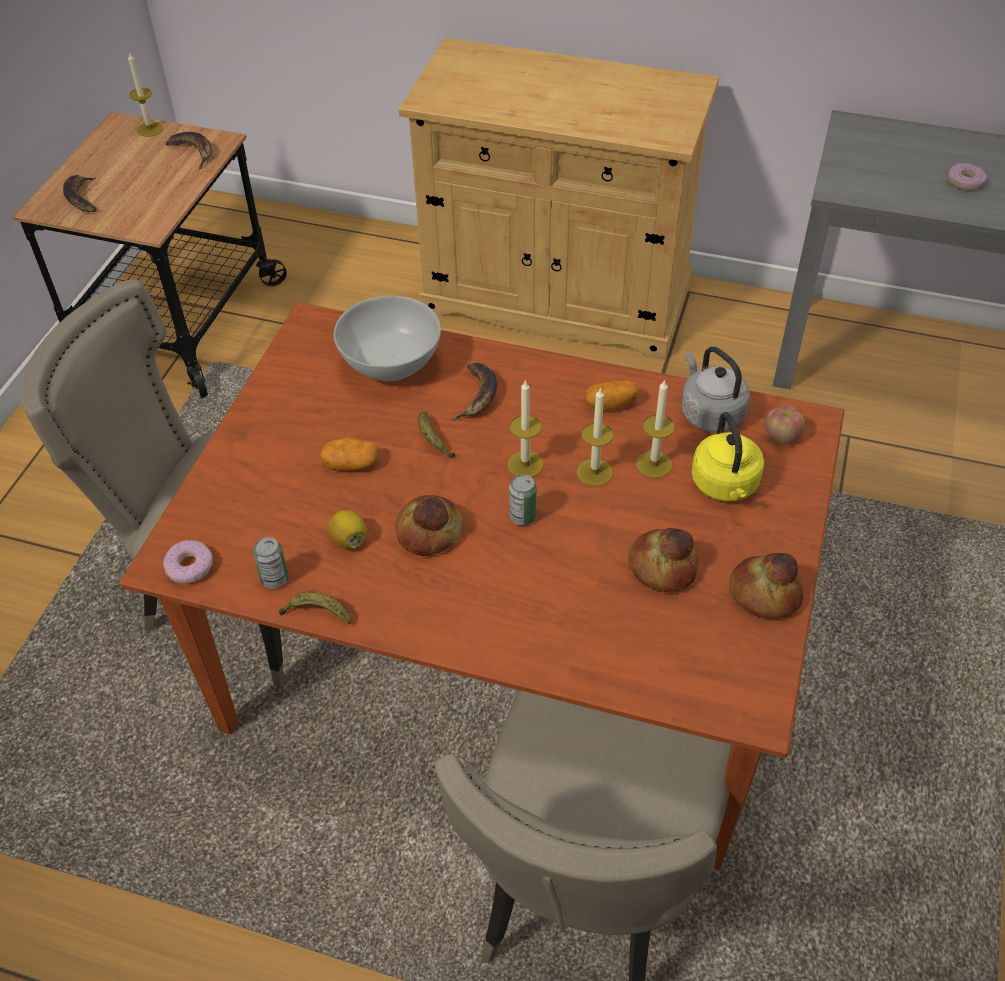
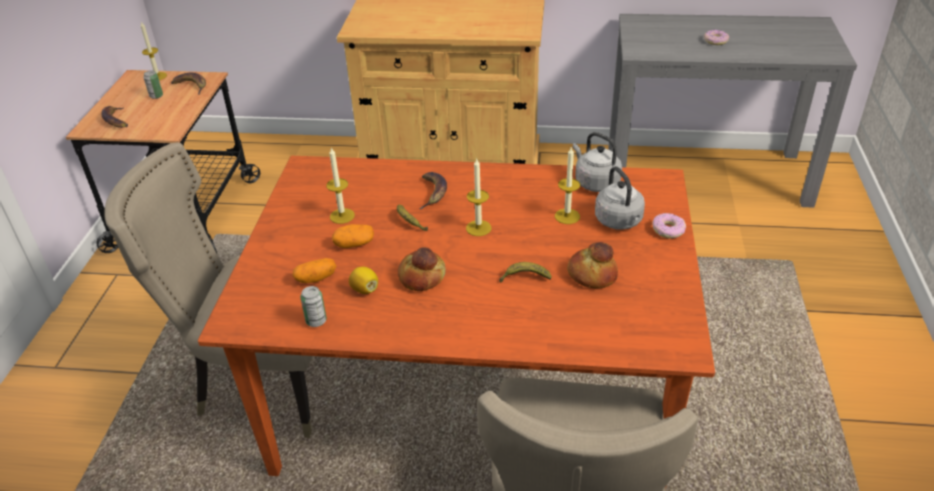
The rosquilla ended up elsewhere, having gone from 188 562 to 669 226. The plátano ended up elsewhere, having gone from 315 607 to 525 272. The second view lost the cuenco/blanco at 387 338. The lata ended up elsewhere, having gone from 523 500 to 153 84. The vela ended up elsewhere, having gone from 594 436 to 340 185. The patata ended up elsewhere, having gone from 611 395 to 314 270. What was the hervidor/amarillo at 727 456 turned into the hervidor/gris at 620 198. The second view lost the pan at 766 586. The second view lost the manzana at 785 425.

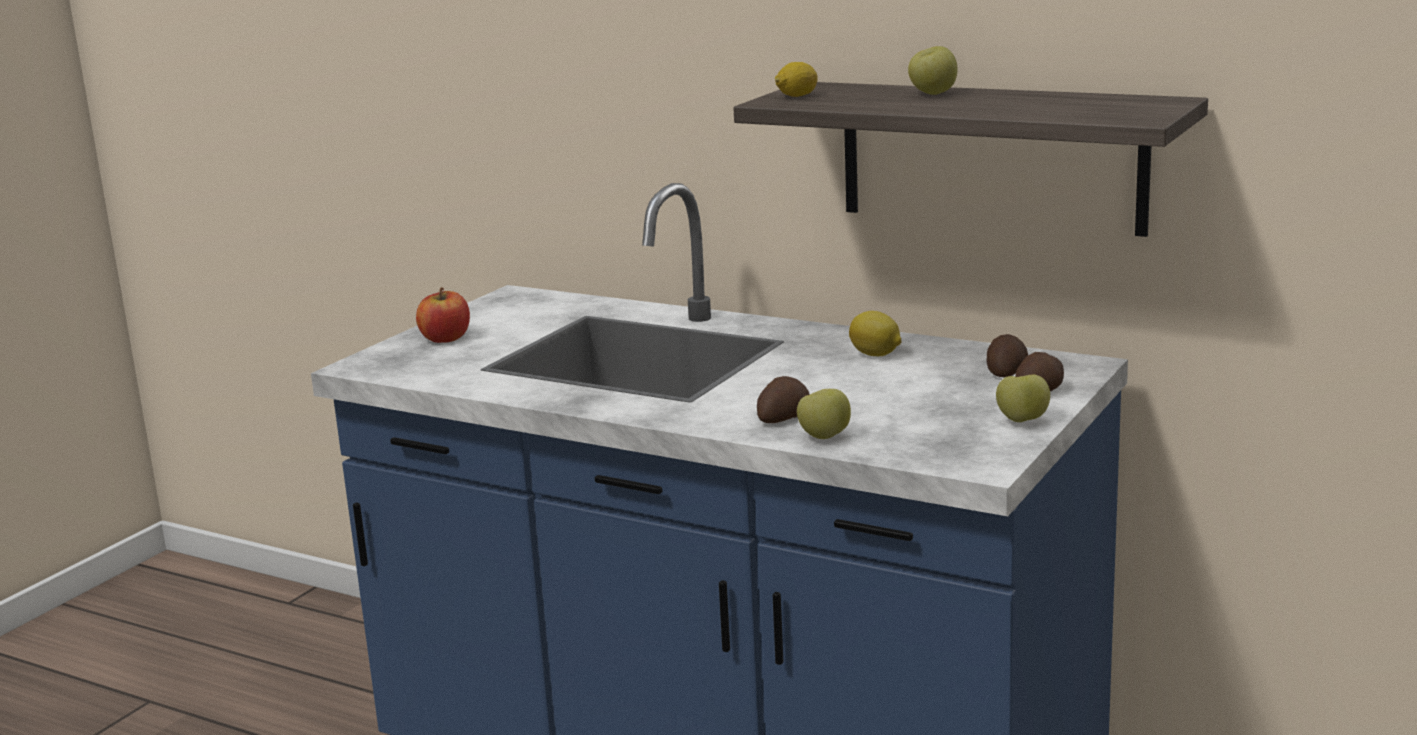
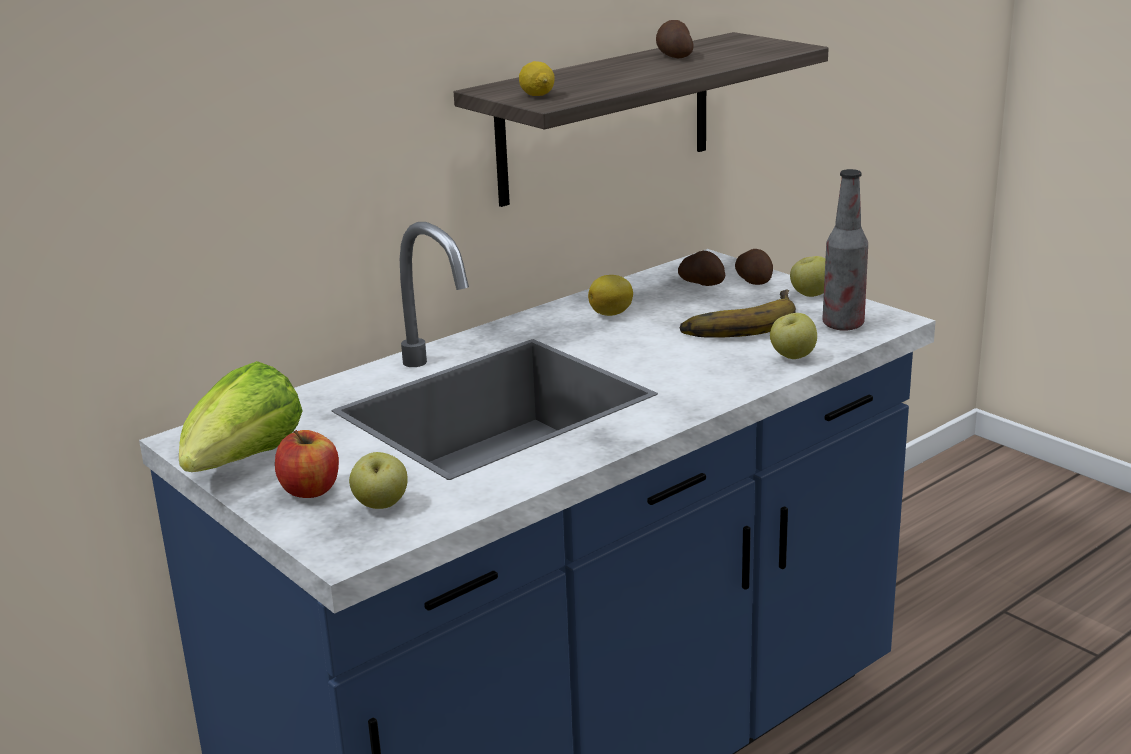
The patata ended up elsewhere, having gone from 783 399 to 675 39. The manzana ended up elsewhere, having gone from 932 70 to 378 480. The second view gained the lechuga at 241 416. The second view gained the plátano at 738 313. The second view gained the botella at 845 250.

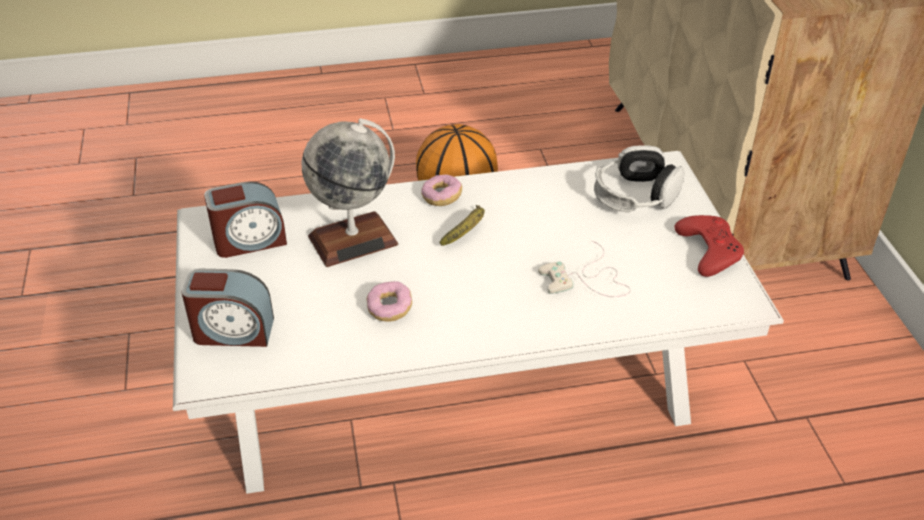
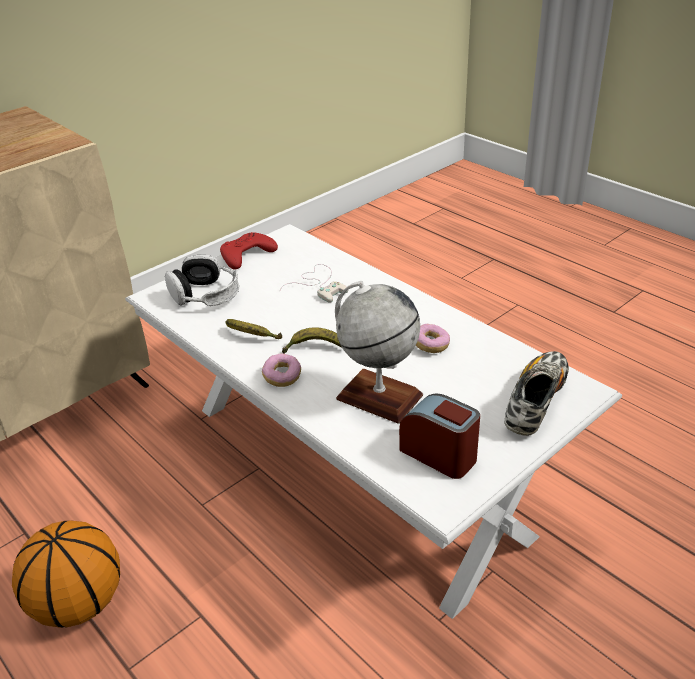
Where the despertador stood at 227 308, the zapato came to stand at 536 393. The second view gained the plátano at 253 329.

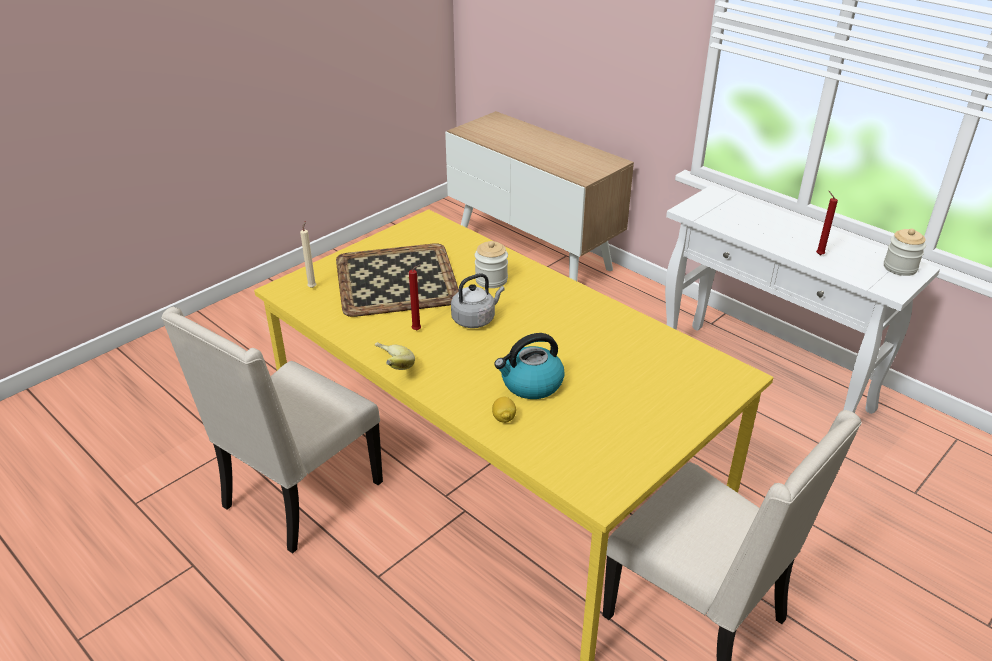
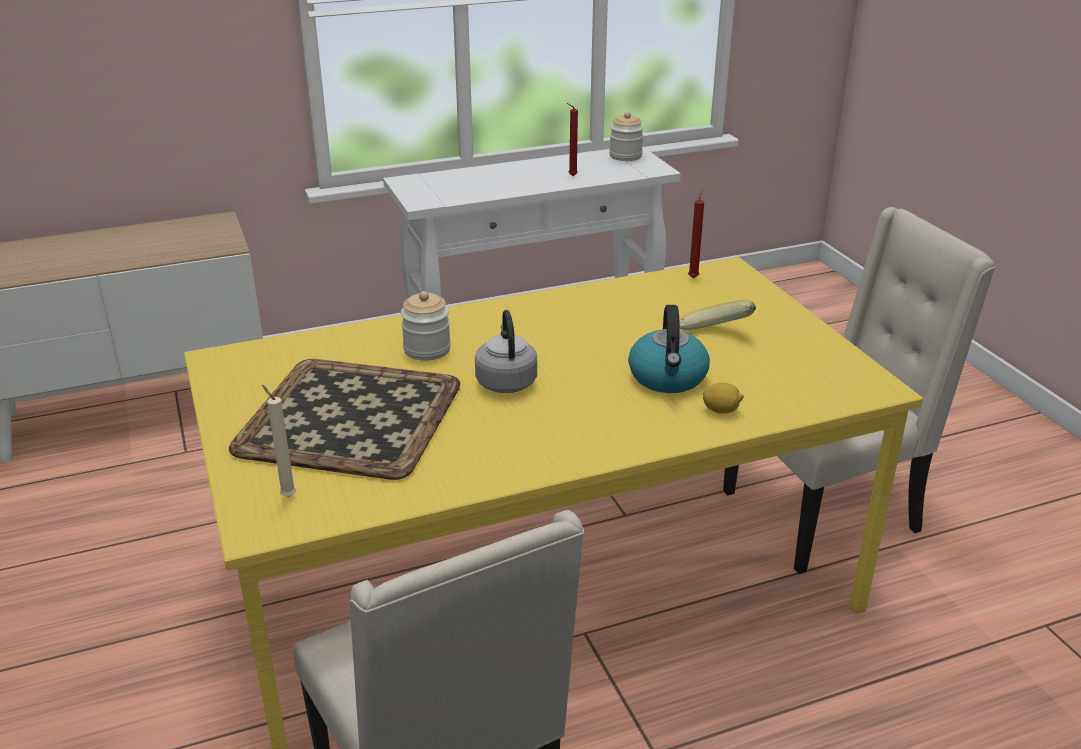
The plátano ended up elsewhere, having gone from 395 356 to 717 315. The vela/rojo ended up elsewhere, having gone from 415 298 to 696 234.

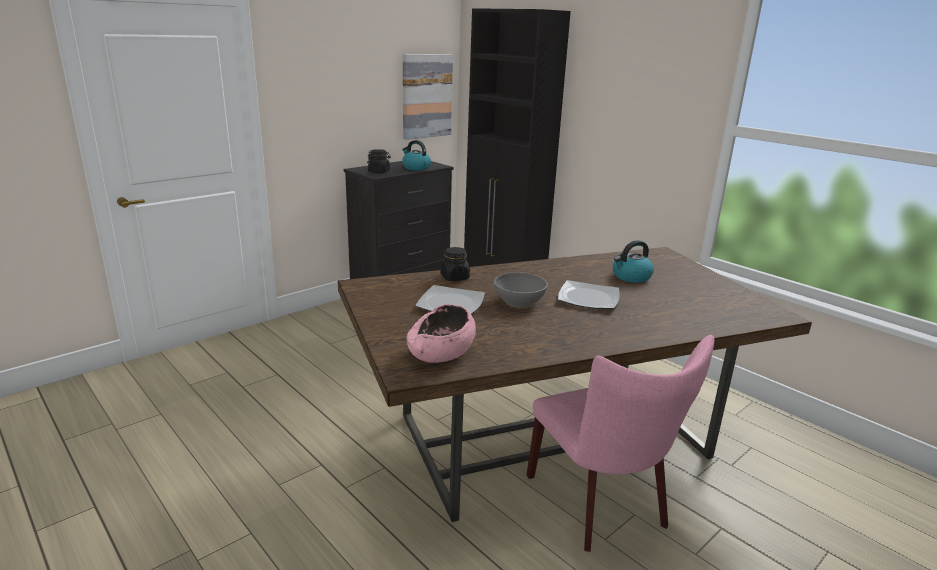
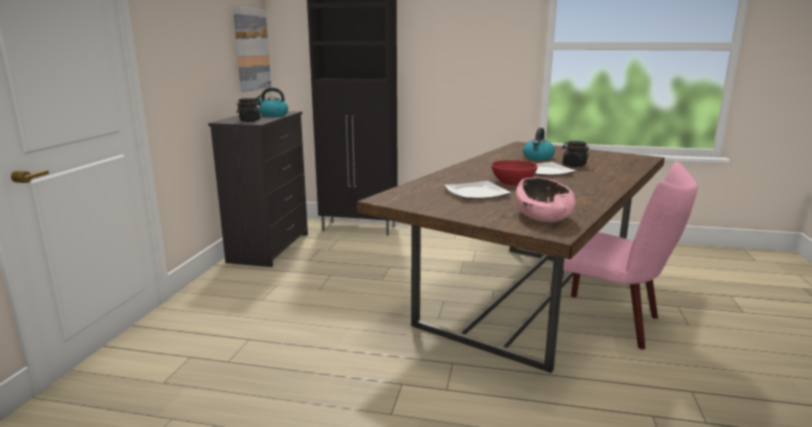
The tarro/negro ended up elsewhere, having gone from 455 264 to 575 154. What was the cuenco/gris at 521 290 turned into the cuenco/rojo at 514 173.

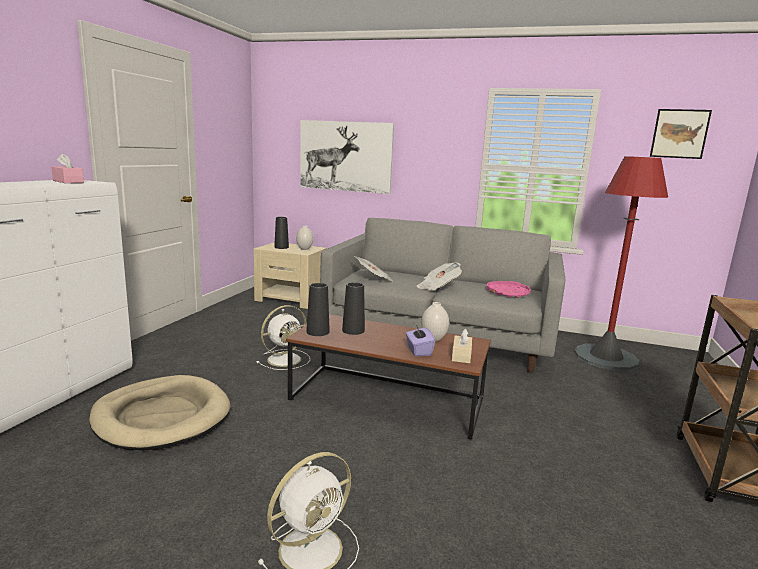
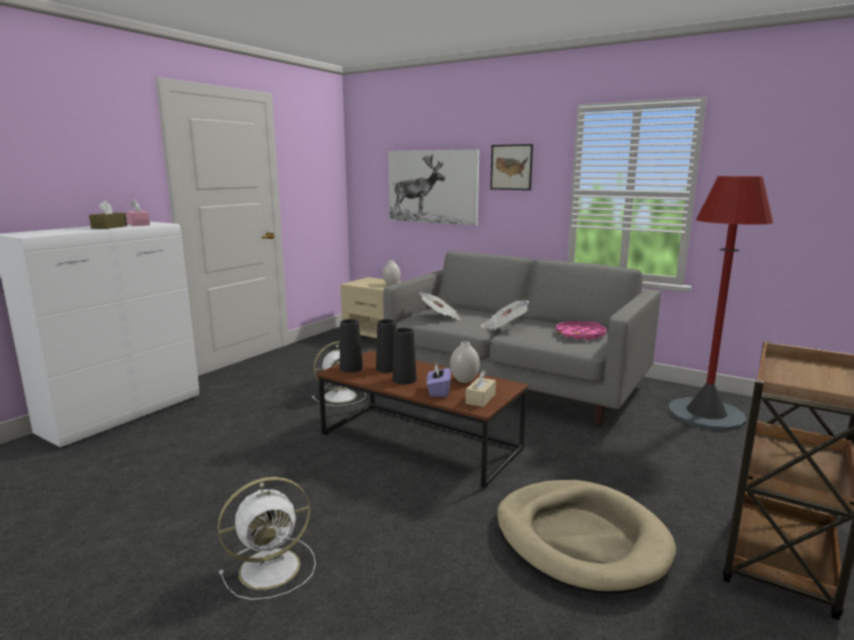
The cama para perro/beis ended up elsewhere, having gone from 159 412 to 586 537. The florero/negro ended up elsewhere, having gone from 281 233 to 404 356. The cuadro ended up elsewhere, having gone from 681 134 to 511 167. The second view gained the caja de pañuelos/marrón at 108 215.

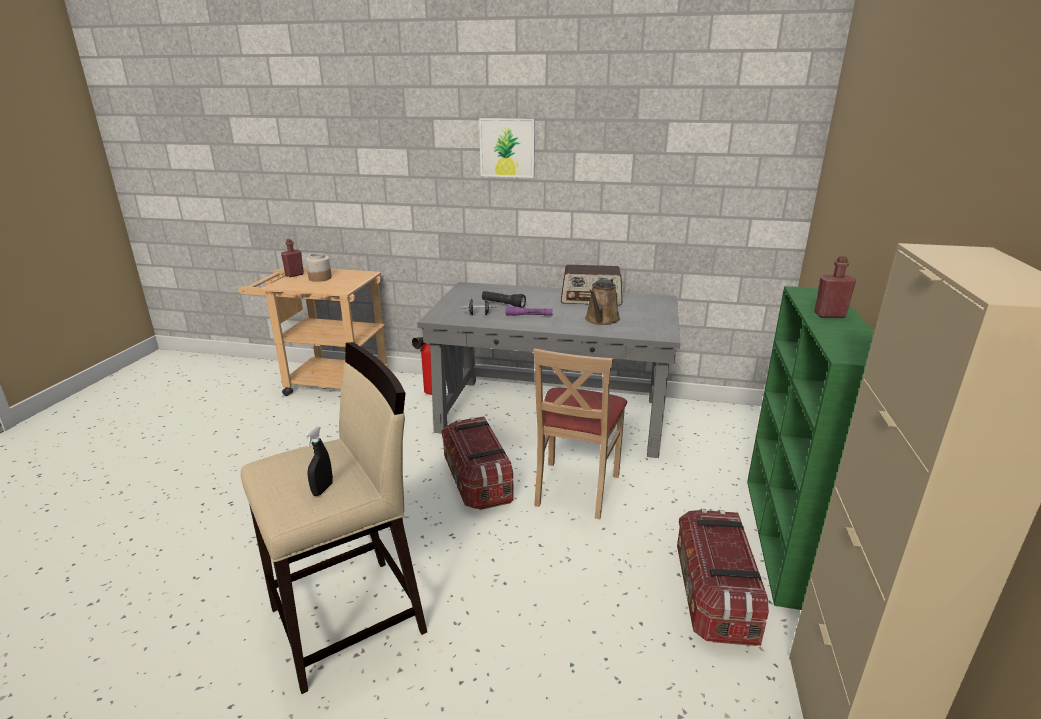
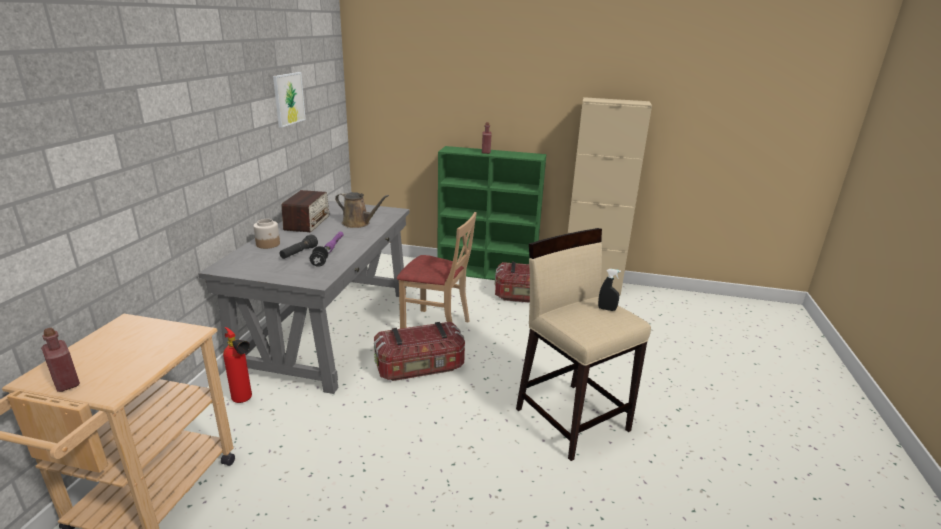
The tarro ended up elsewhere, having gone from 319 267 to 266 234. The cuadro ended up elsewhere, having gone from 507 148 to 289 100.

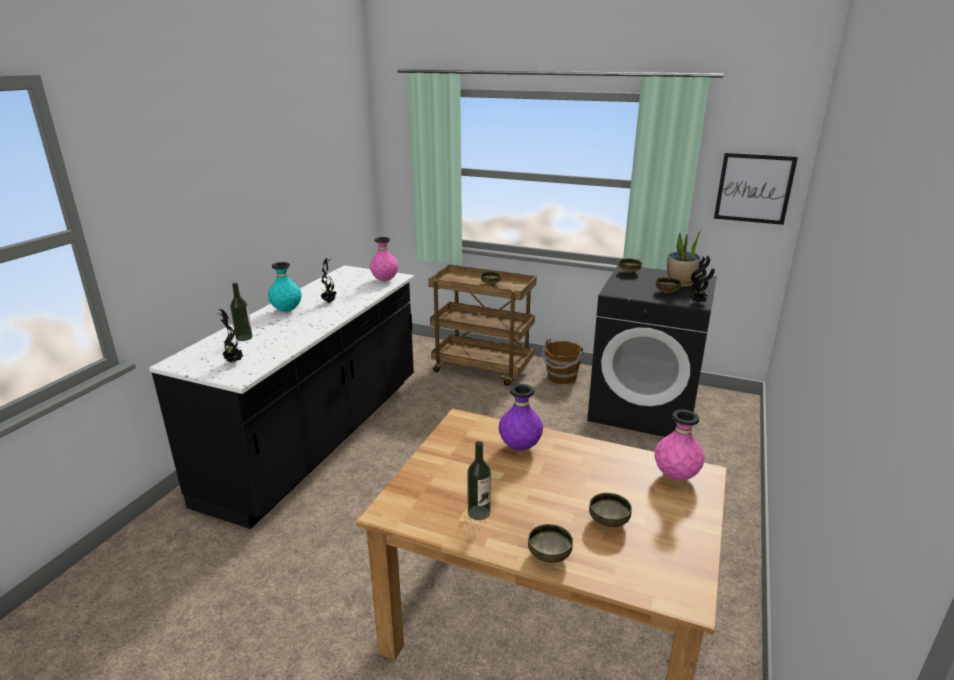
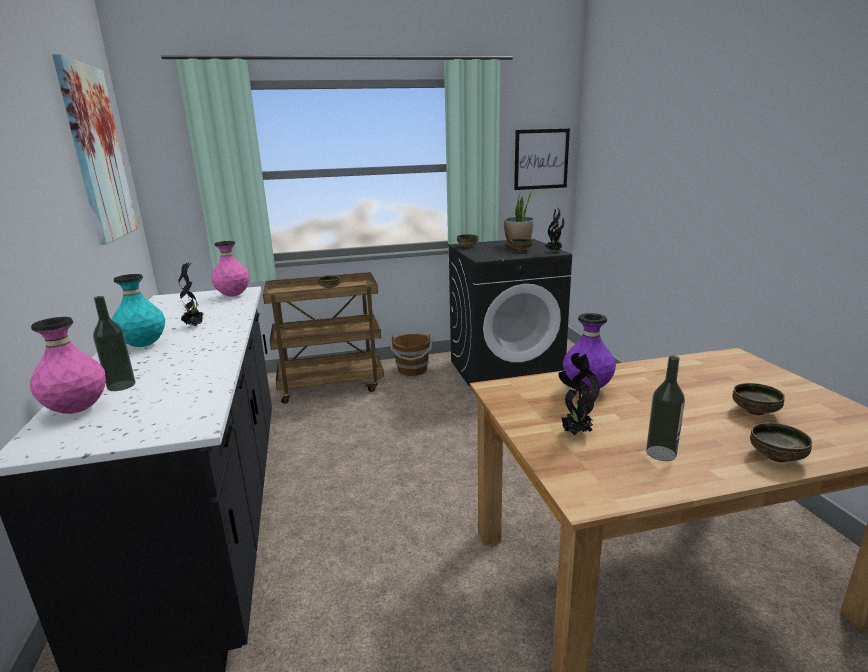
The planta en maceta ended up elsewhere, having gone from 230 336 to 579 394. The florero/rosa ended up elsewhere, having gone from 679 445 to 68 365. The second view gained the cuadro at 95 149.

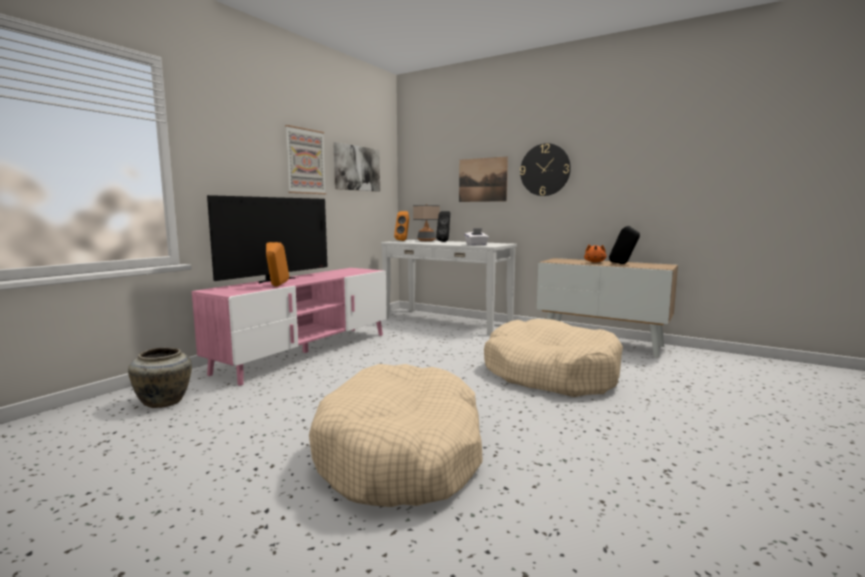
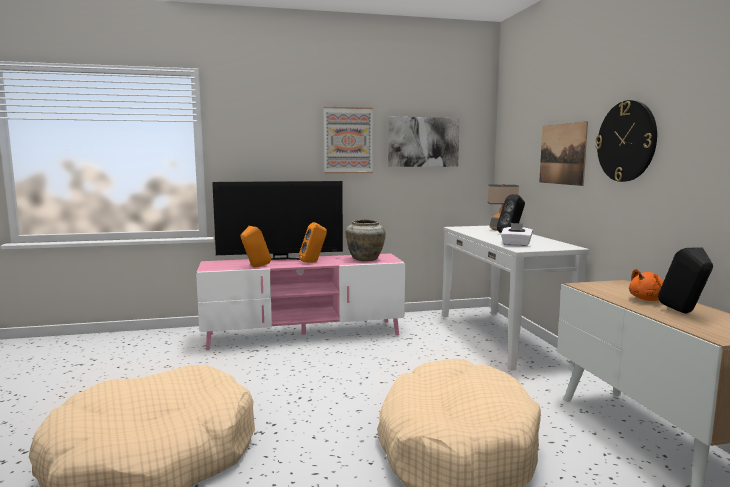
The florero/beis ended up elsewhere, having gone from 160 378 to 366 240. The altavoz/naranja ended up elsewhere, having gone from 401 226 to 313 242.

